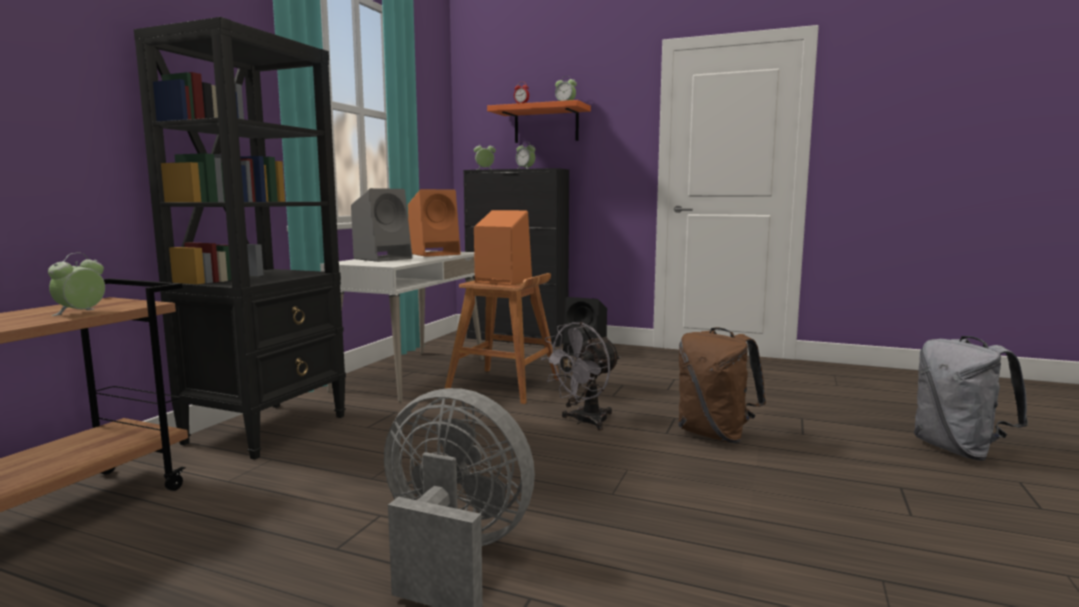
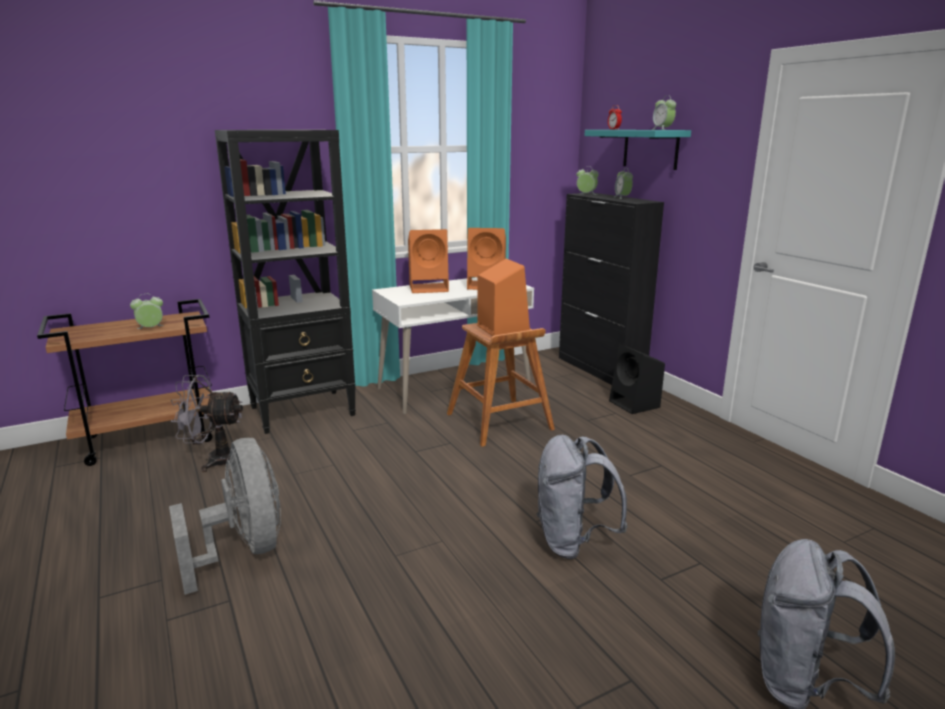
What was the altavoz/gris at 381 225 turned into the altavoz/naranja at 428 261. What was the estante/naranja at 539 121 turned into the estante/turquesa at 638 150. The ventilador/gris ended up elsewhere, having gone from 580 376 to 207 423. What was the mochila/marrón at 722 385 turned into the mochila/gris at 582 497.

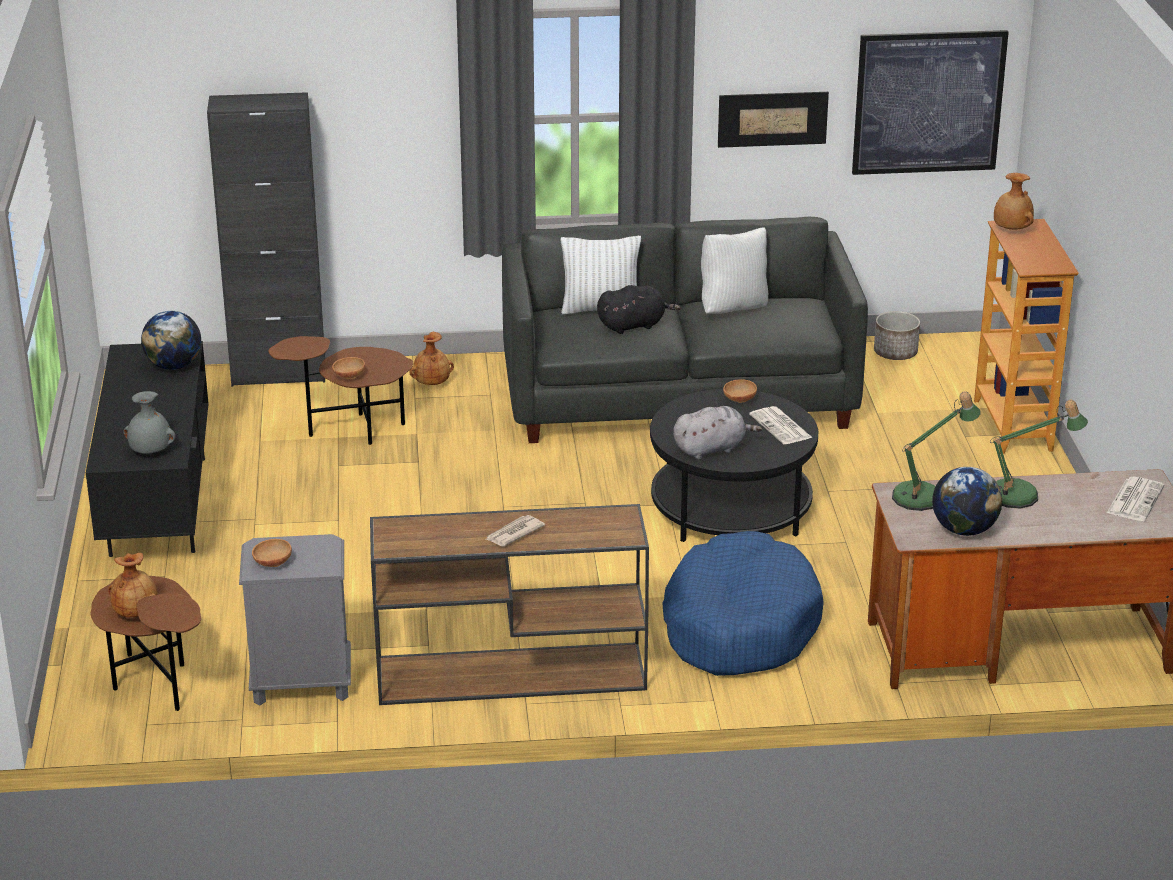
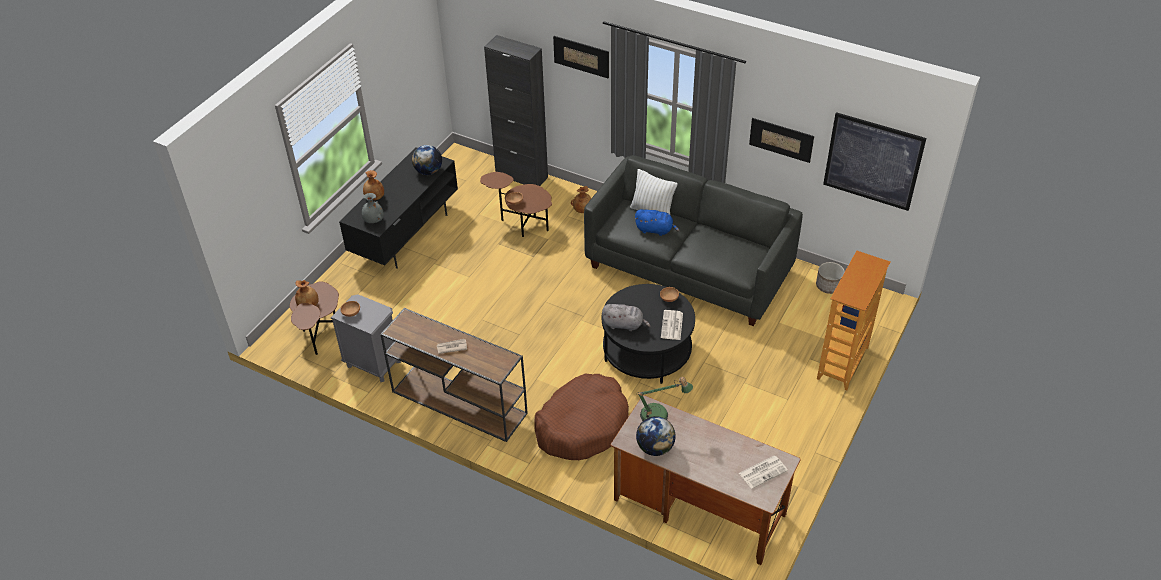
What was the peluche/negro at 639 309 turned into the peluche/azul at 657 222. What was the cama para perro/azul at 743 603 turned into the cama para perro/marrón at 582 417. The second view lost the cojín/blanco at 734 271. The second view lost the lámpara de mesa at 1039 454. The florero/marrón ended up elsewhere, having gone from 1014 201 to 373 185. The second view gained the cuadro at 581 57.

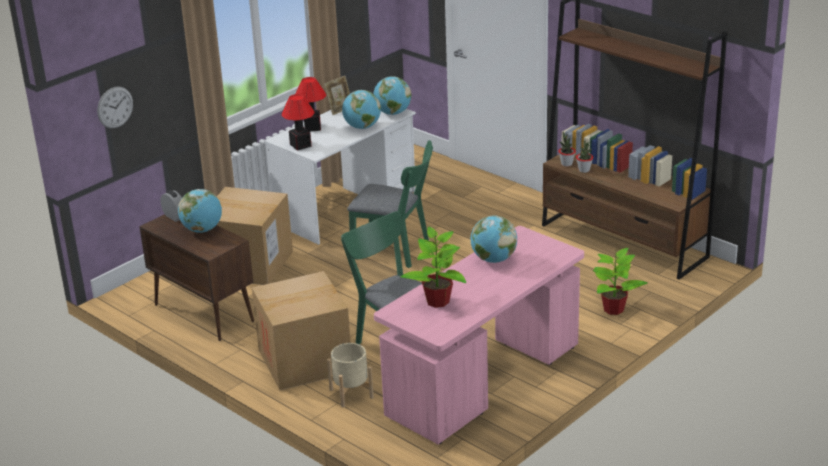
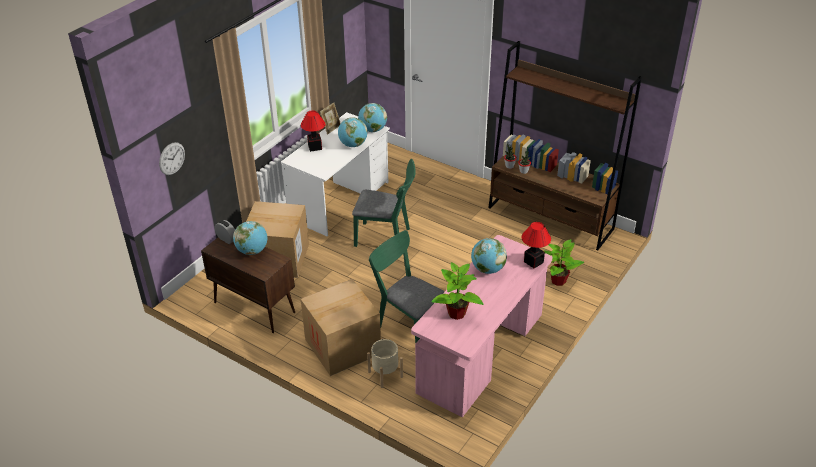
The lámpara de mesa ended up elsewhere, having gone from 297 122 to 536 245.

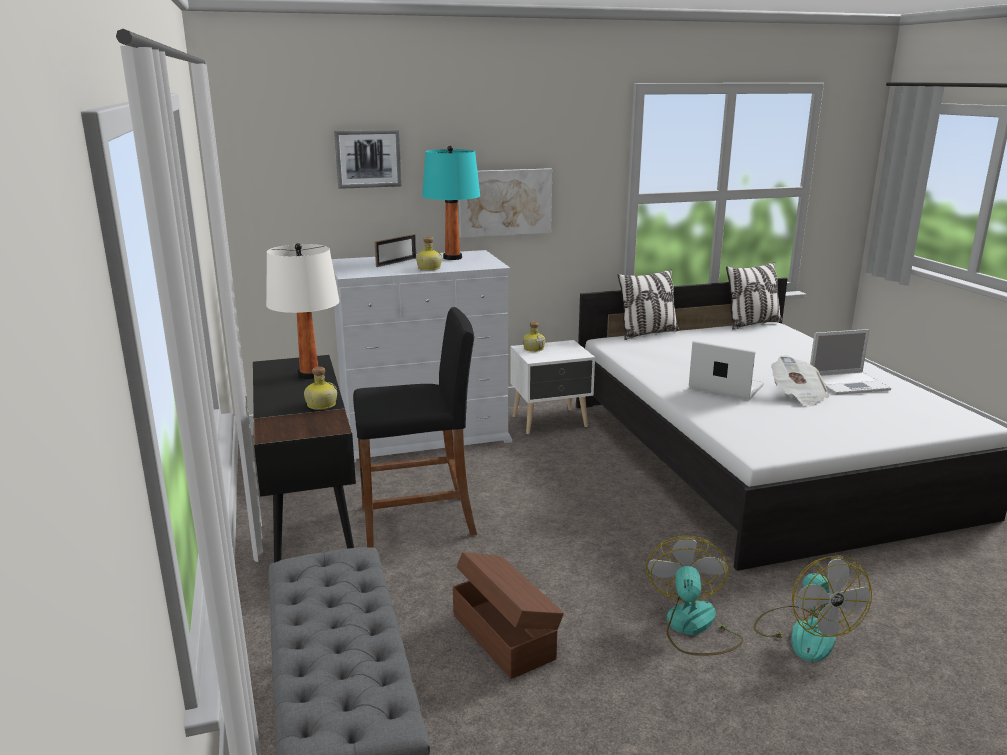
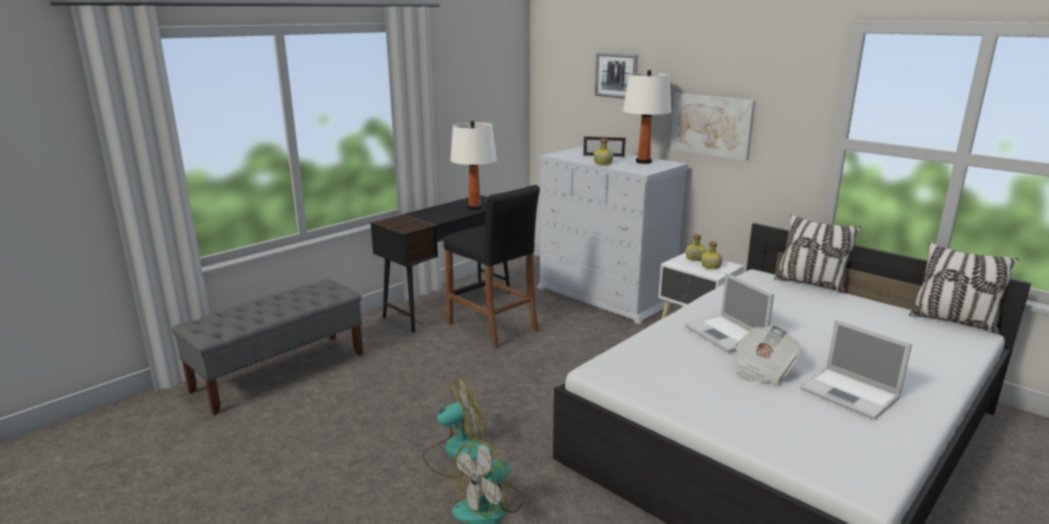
The botella ended up elsewhere, having gone from 320 388 to 712 255. What was the lámpara de mesa/turquesa at 451 203 turned into the lámpara de mesa/blanco at 647 117. The second view lost the caja de almacenaje/marrón at 508 615. The portátil at 726 370 ended up facing another way, 150 degrees clockwise from before.

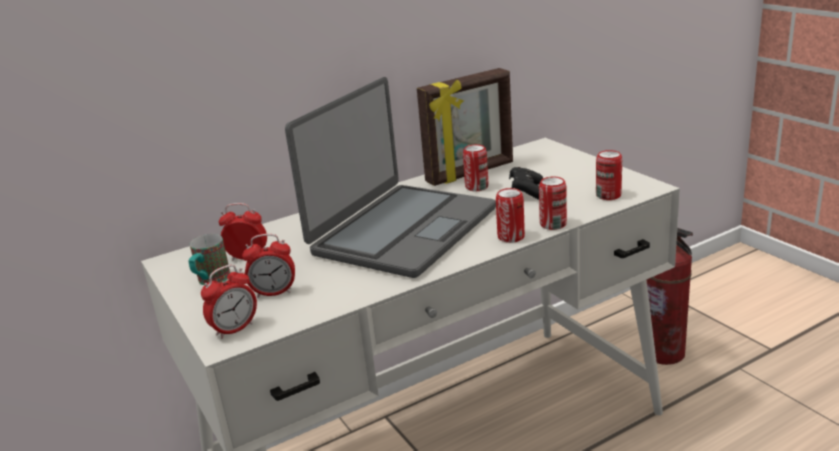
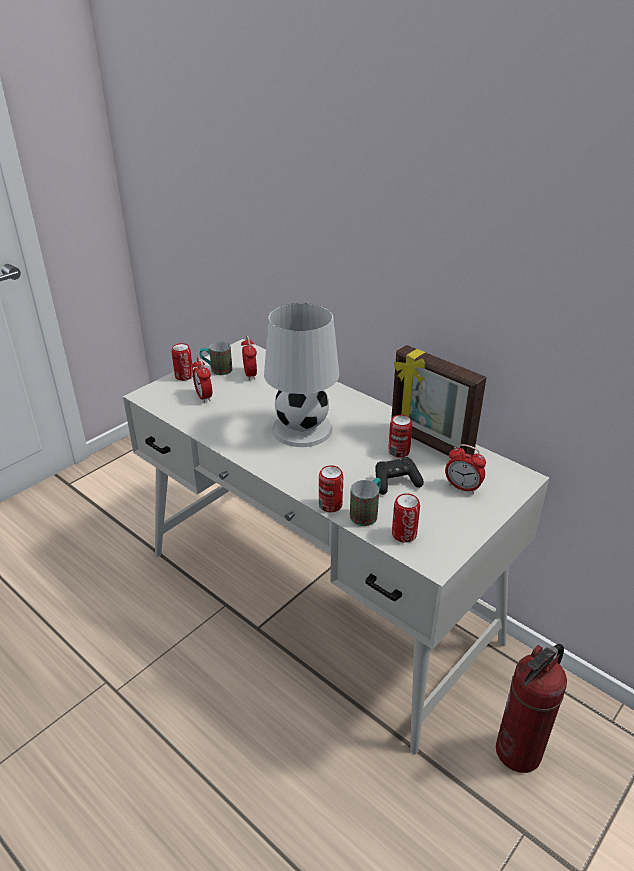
The despertador ended up elsewhere, having gone from 229 302 to 465 469. Where the portátil stood at 390 177, the lámpara de mesa/blanco came to stand at 301 375. The lata ended up elsewhere, having gone from 510 215 to 182 362. The second view gained the taza grande at 365 502.

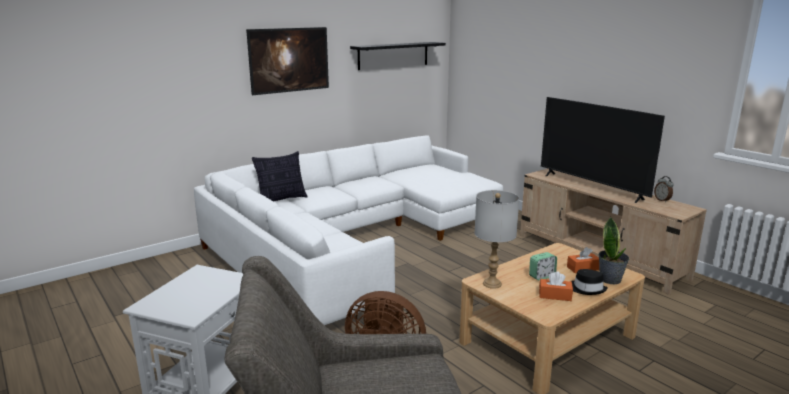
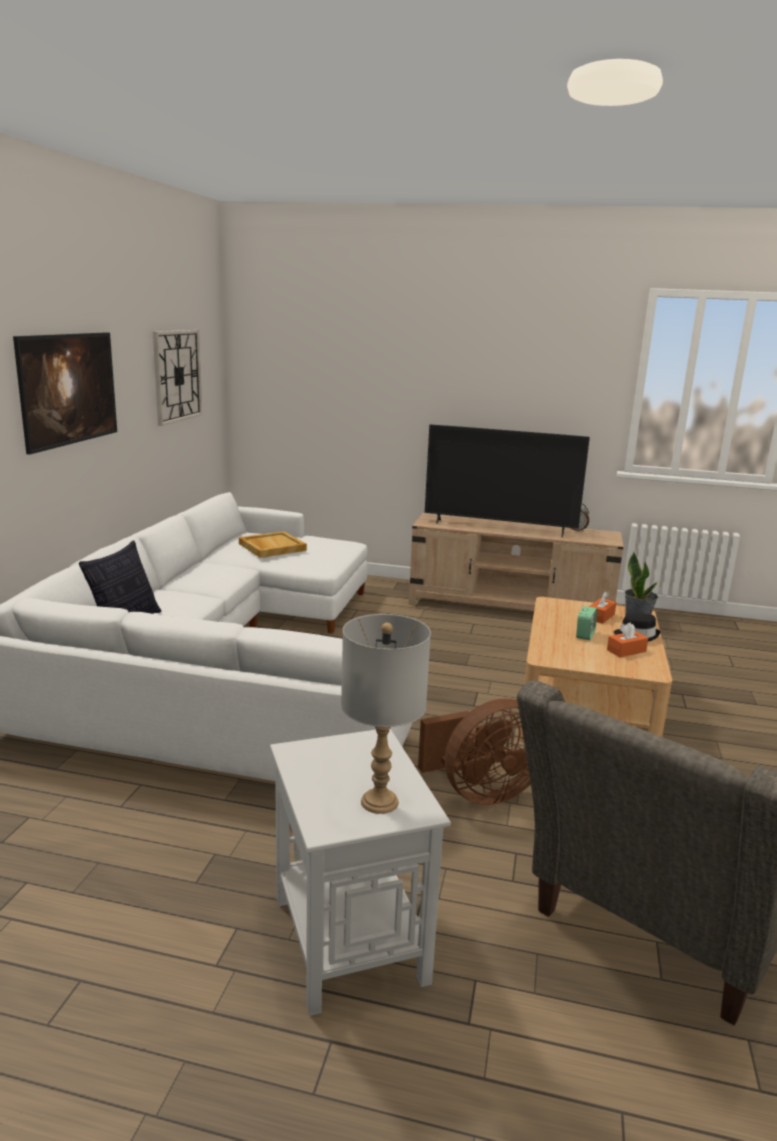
Where the estante/negro hung at 398 56, the reloj de pared came to hang at 177 378. The lámpara de mesa/gris ended up elsewhere, having gone from 496 239 to 386 714. The second view gained the bandeja/beis at 273 544.

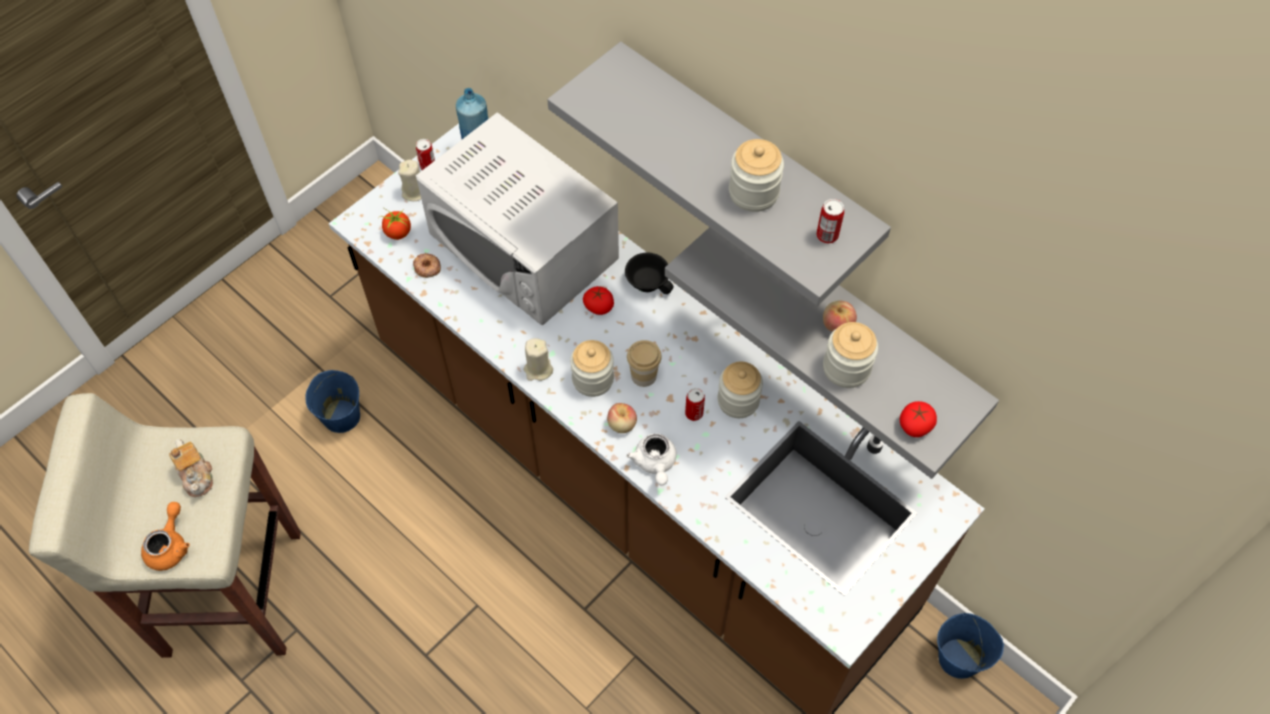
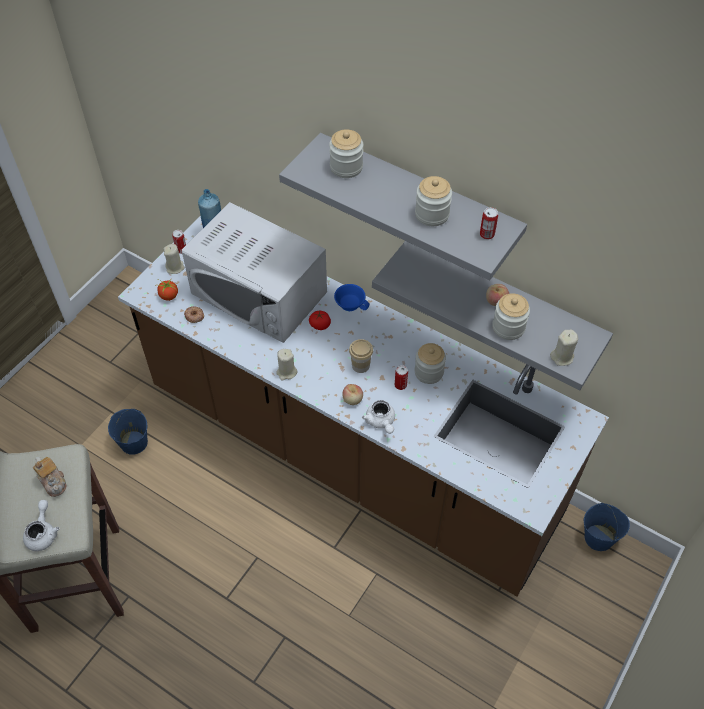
What was the tetera/naranja at 165 536 turned into the tetera/blanco at 41 525. The tarro ended up elsewhere, having gone from 592 368 to 346 153. What was the taza/negro at 649 273 turned into the taza/azul at 351 297. Where the tomate stood at 918 419, the vela/beis came to stand at 564 347.

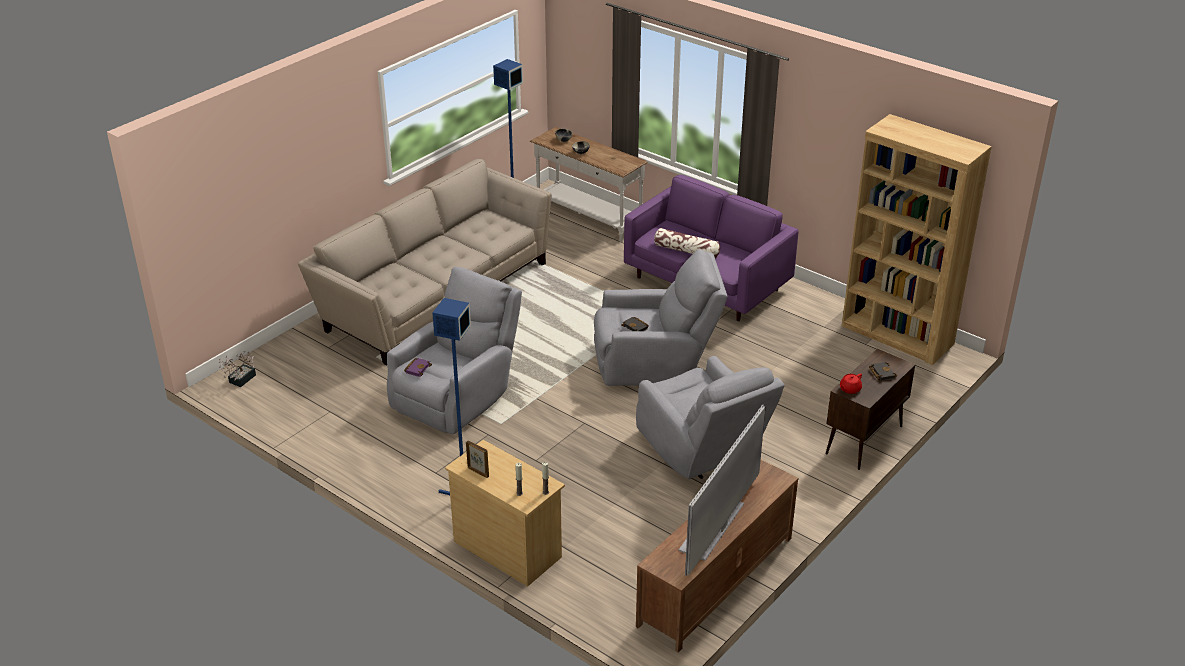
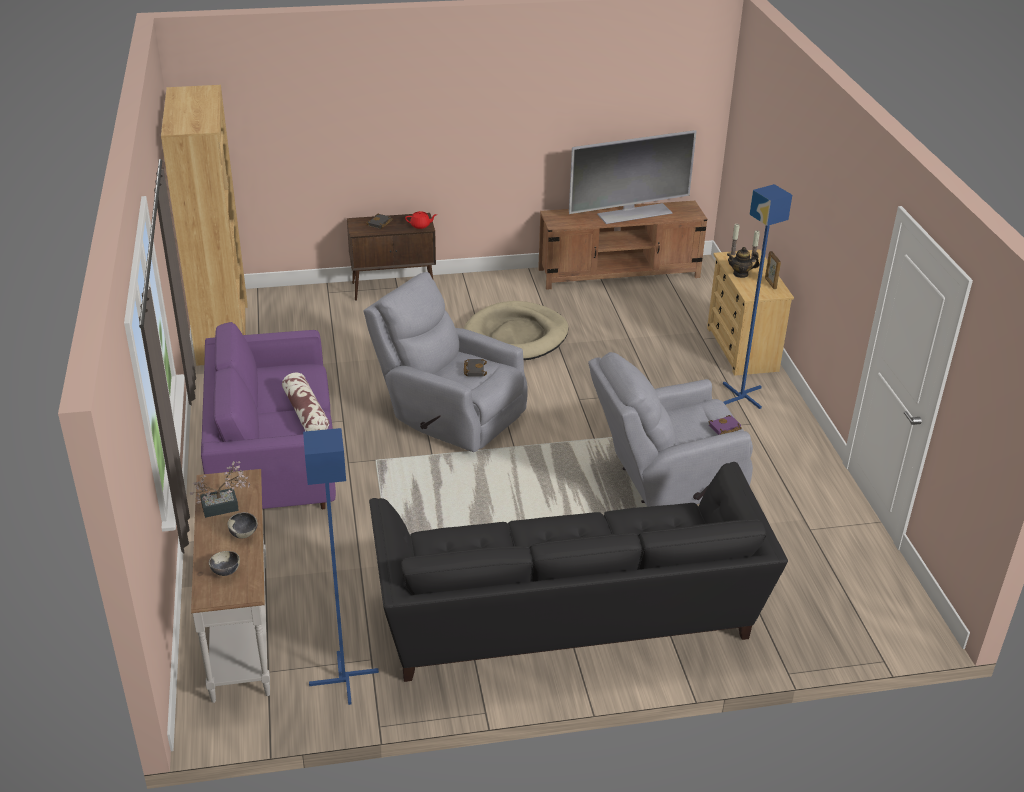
The planta en maceta ended up elsewhere, having gone from 237 369 to 220 489. What was the sofá/beis at 424 262 turned into the sofá/negro at 578 572. Where the sillón/gris stood at 710 417, the cama para perro/beis came to stand at 516 330. The second view gained the tetera at 743 262.

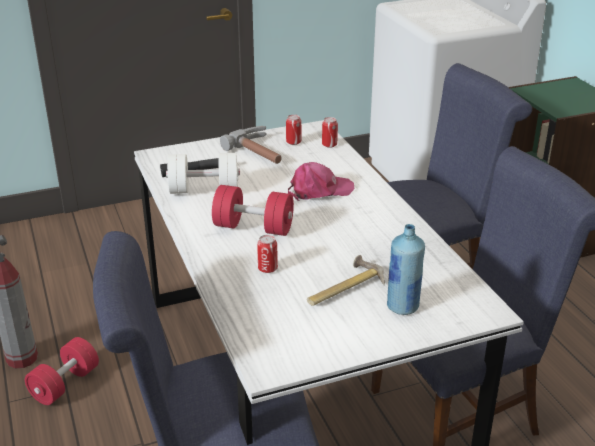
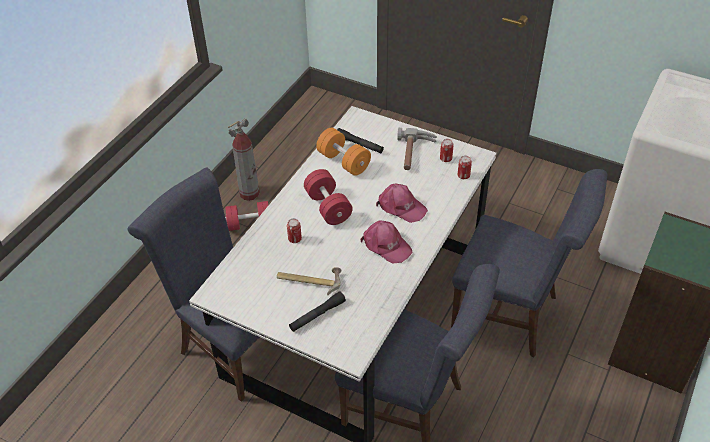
What was the mancuerna/blanco at 203 173 turned into the mancuerna/naranja at 343 151. Where the botella/azul stood at 406 269, the linterna/negro came to stand at 317 311. The second view gained the gorra/rosa at 386 242.

